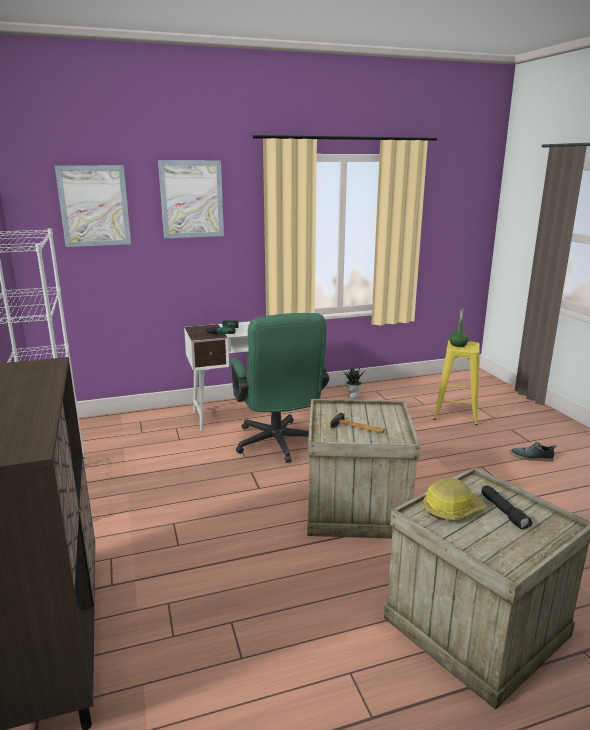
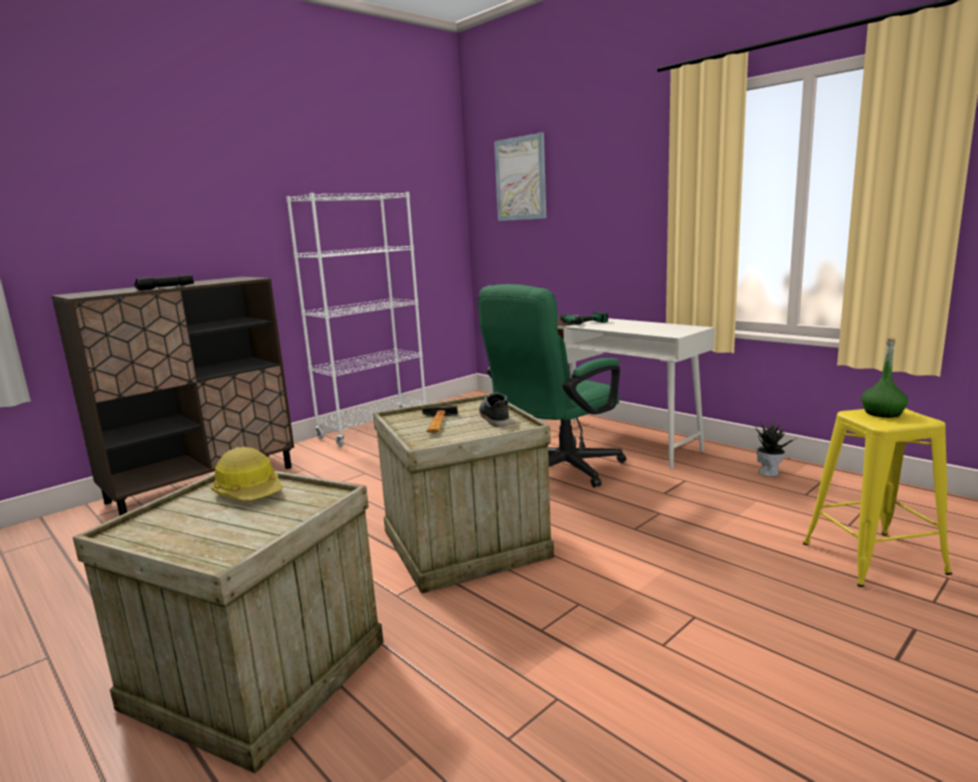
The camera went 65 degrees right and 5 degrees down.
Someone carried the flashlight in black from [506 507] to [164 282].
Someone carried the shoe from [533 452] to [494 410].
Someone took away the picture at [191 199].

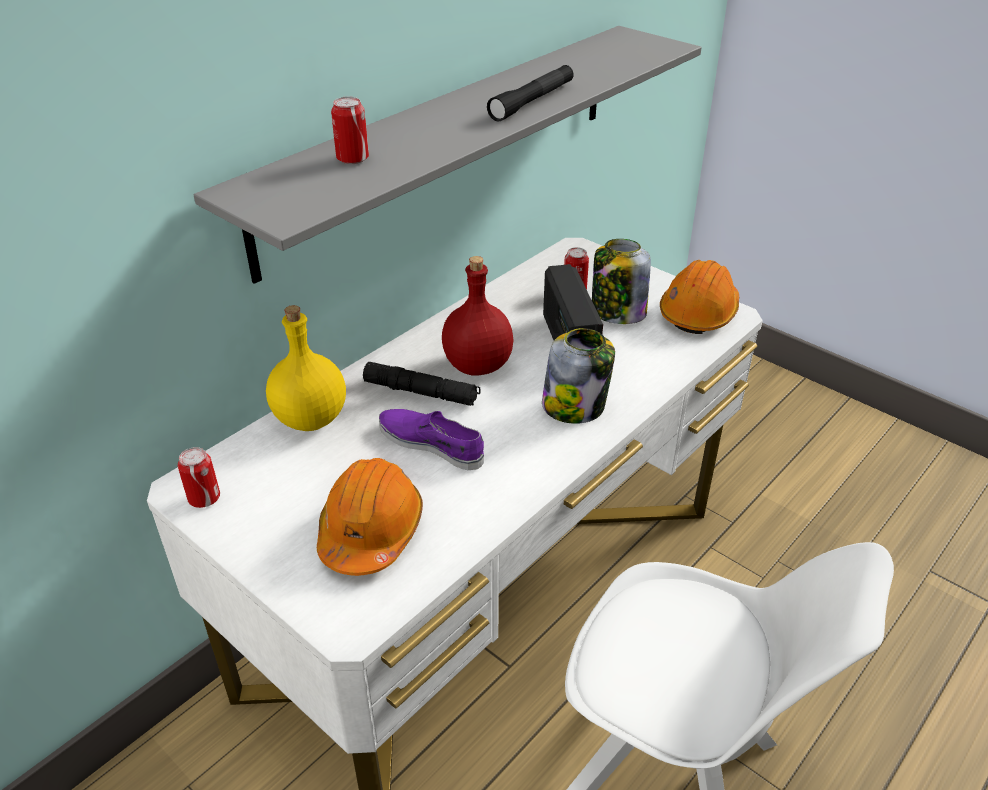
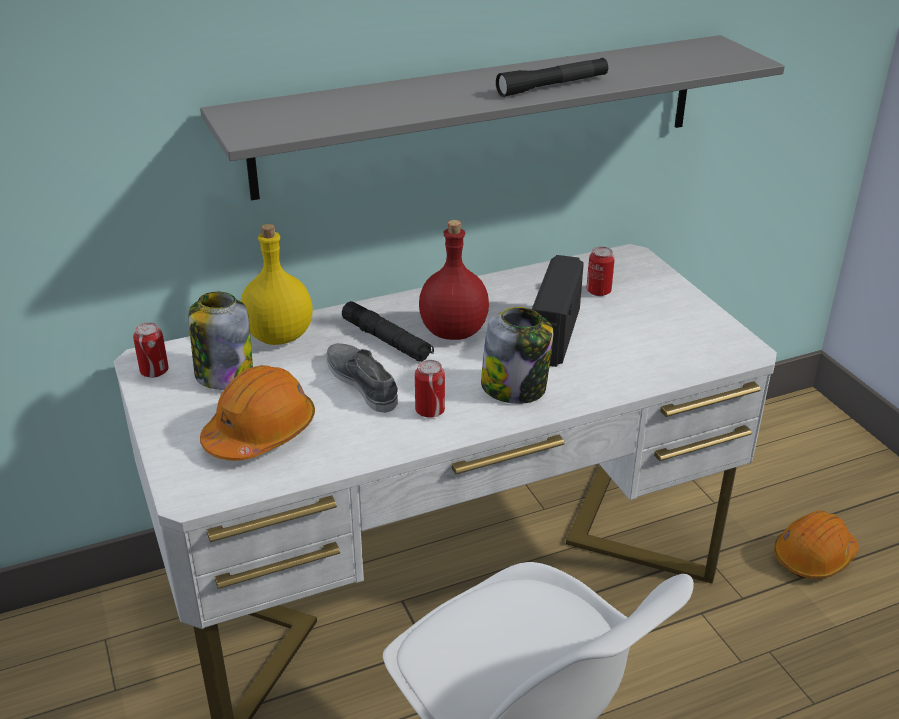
The camera went 25 degrees right and 5 degrees down.
Someone carried the jar from [621 281] to [221 341].
Someone repainted the shoe in purple at [431 439], which became the shoe in grey at [362 378].
Someone carried the can from [350 130] to [430 389].
Someone carried the hard hat in orange from [699 297] to [816 545].

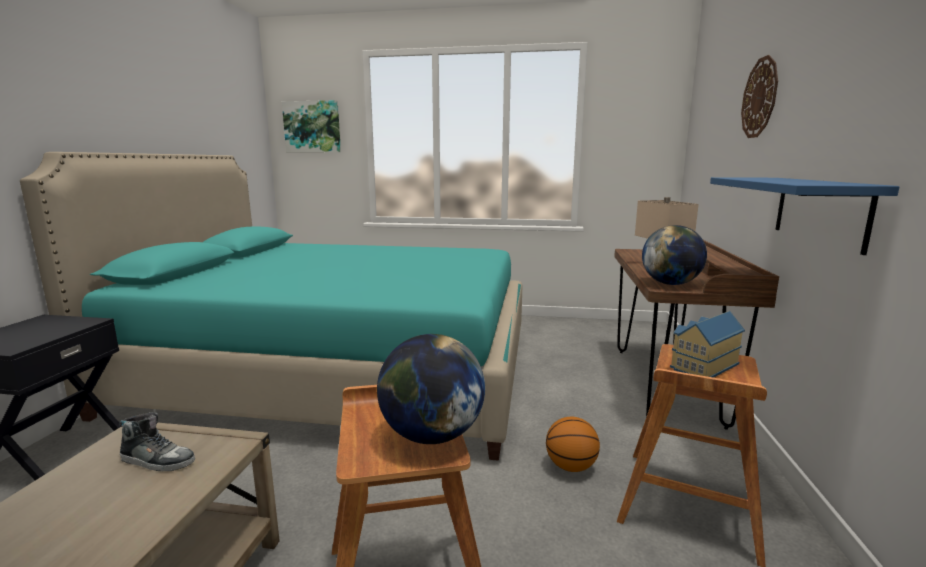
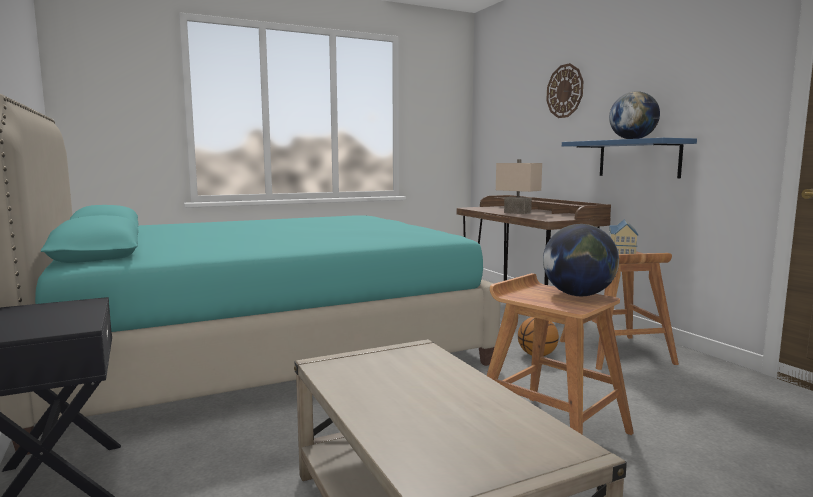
The camera went 35 degrees left and 5 degrees down.
Someone carried the globe from [674 255] to [634 115].
Someone took away the shoe at [157 441].
Someone took away the picture at [311 126].

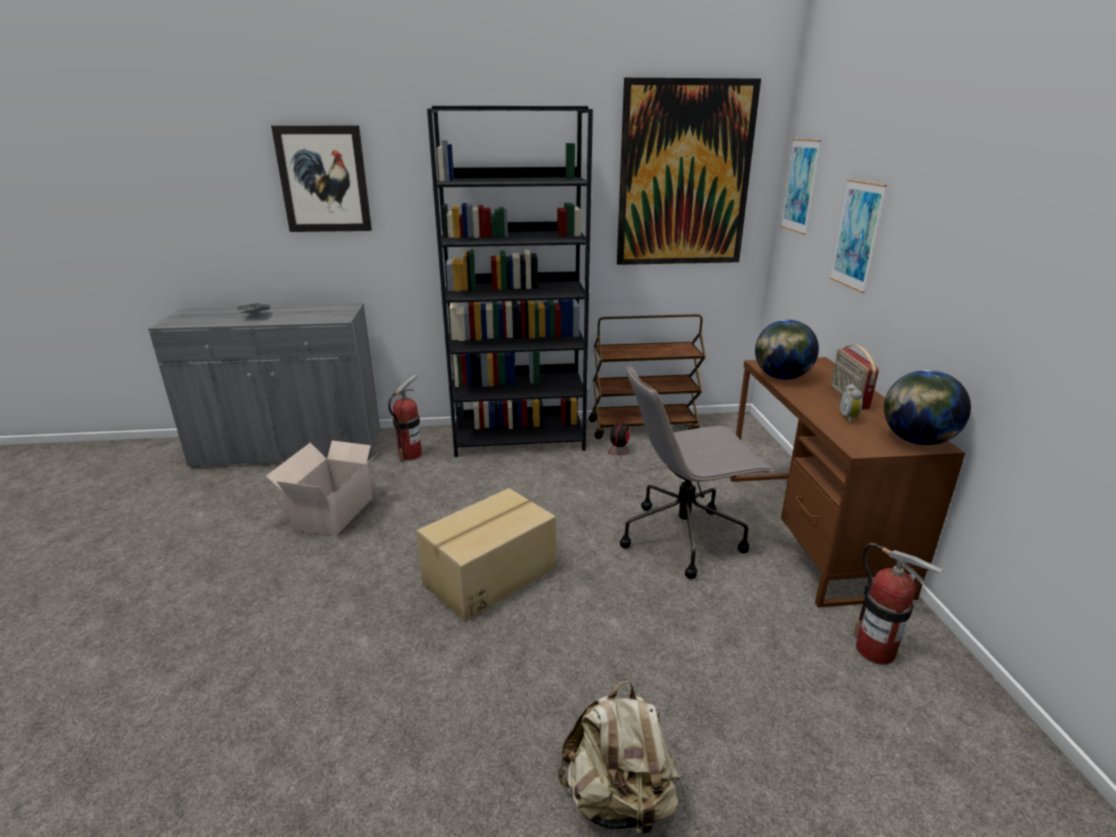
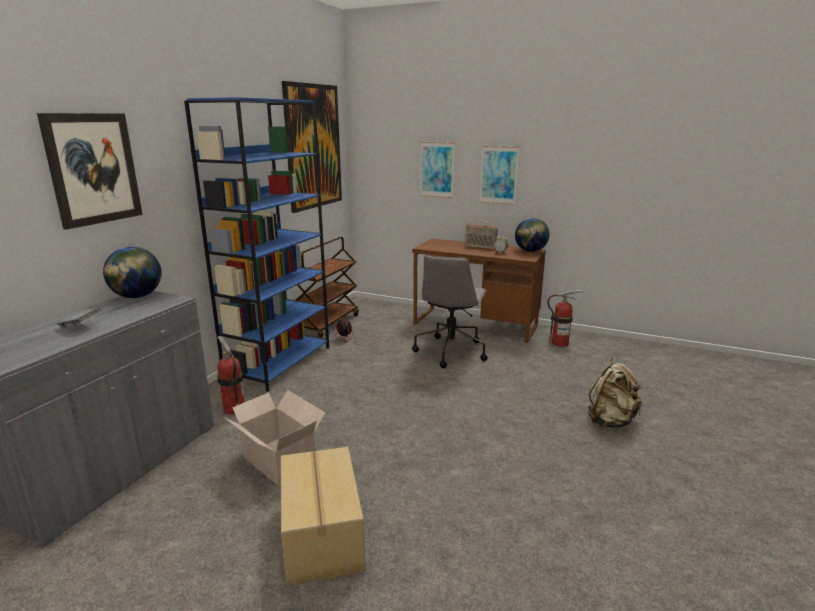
The camera went 60 degrees left and 5 degrees down.
Someone carried the globe from [787 350] to [132 272].
Someone repainted the bookcase in black at [510 281], which became the bookcase in blue at [256 244].
Someone carried the cardboard box from [486 554] to [323 516].
Someone carried the picture from [800 187] to [499 175].

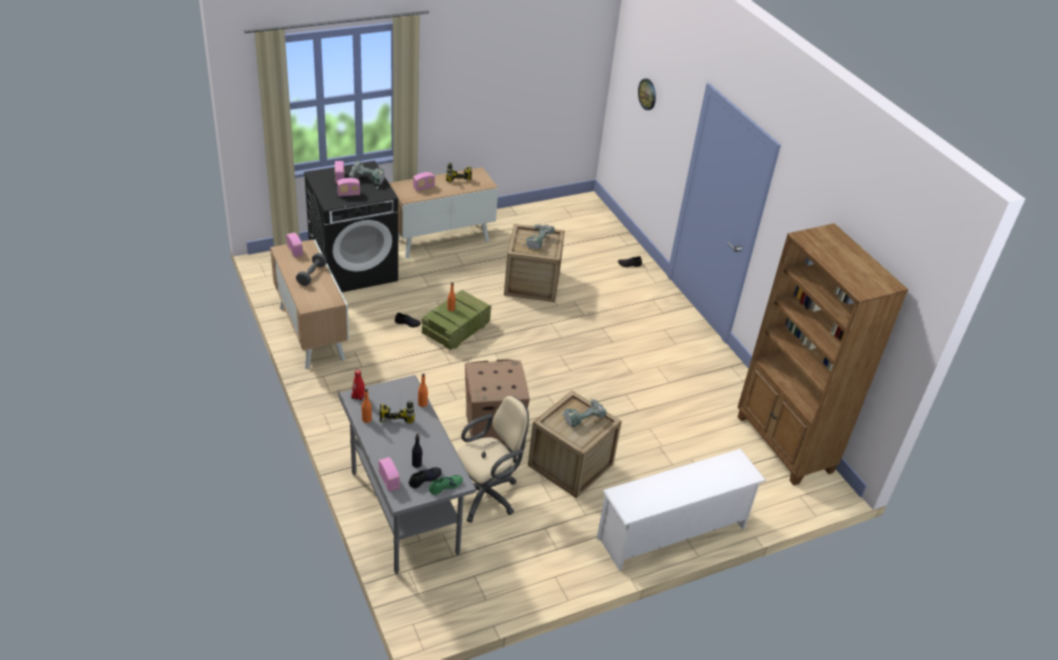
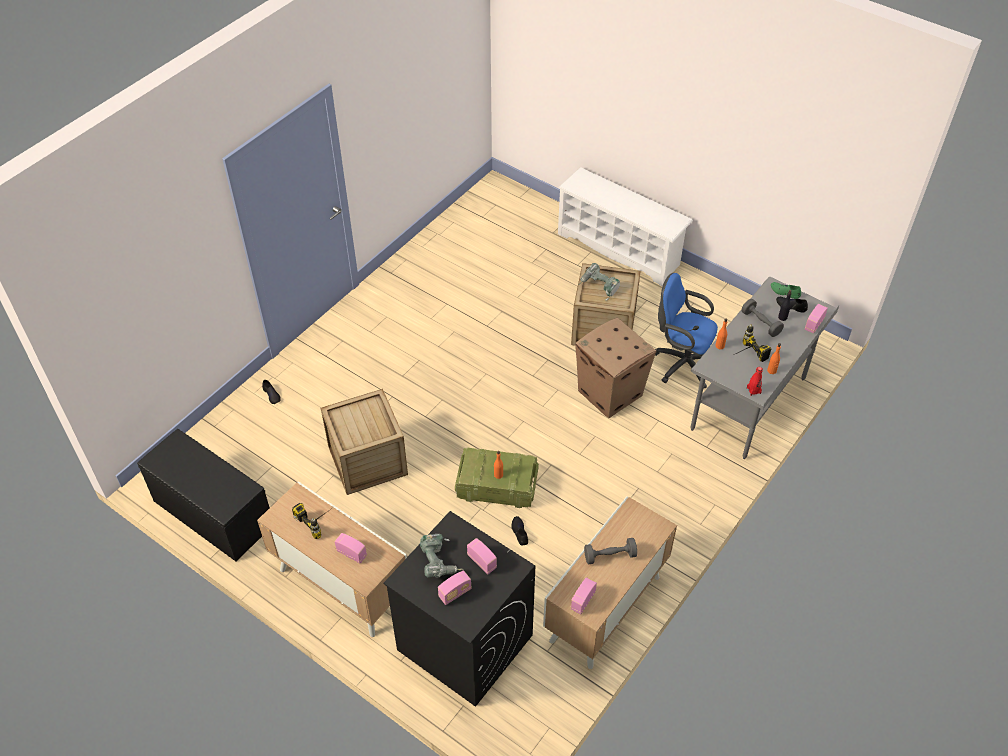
The camera went 115 degrees left and 10 degrees up.
Someone put down the bench in black at [203 495].
Someone repainted the office chair in beige at [493 459], which became the office chair in blue at [686 331].
Someone put down the dumbbell in grey at [763 318].
Someone took away the power drill at [538 236].
Someone took away the wall clock at [647 94].
Someone took away the bookcase in brown at [822 354].

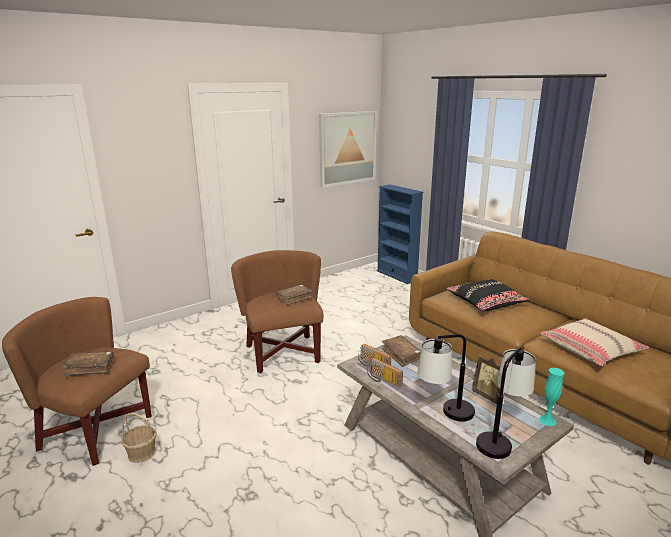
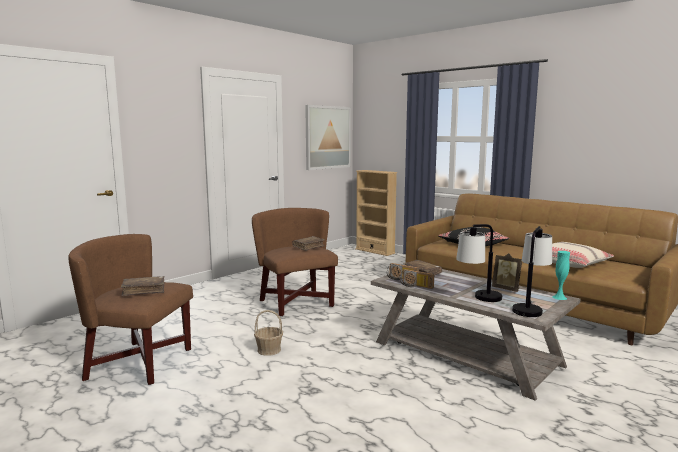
The camera went 10 degrees left and 10 degrees down.
Someone carried the basket from [138 438] to [268 333].
Someone repainted the bookcase in blue at [399 234], which became the bookcase in beige at [376 213].

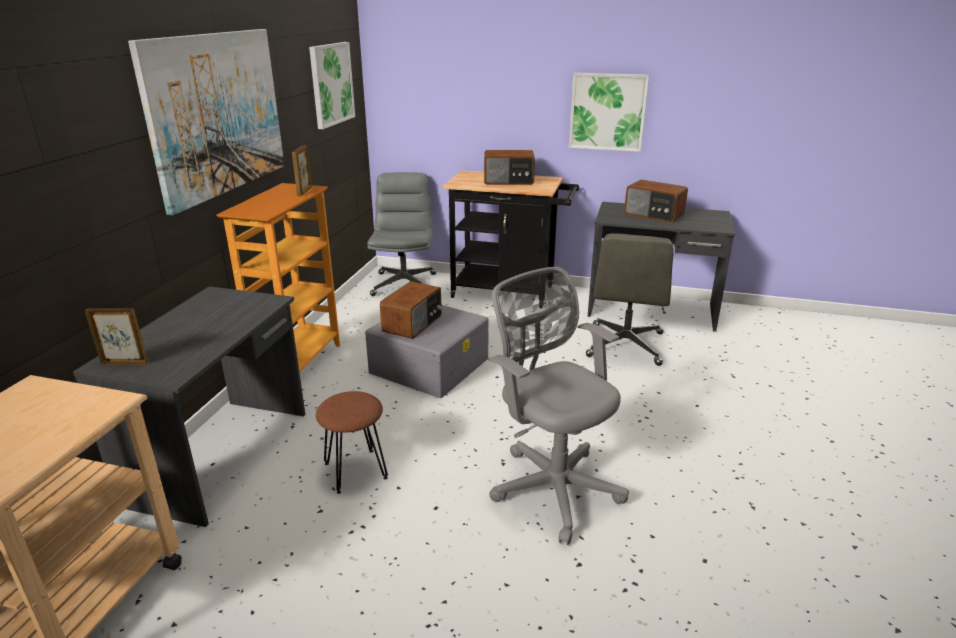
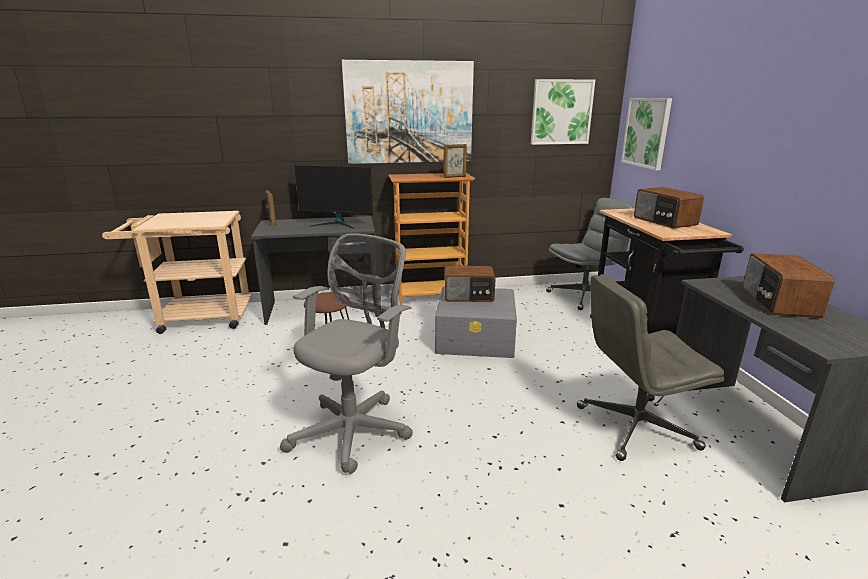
The camera went 65 degrees right and 5 degrees down.
Someone put down the monitor at [333 197].
Someone carried the picture from [609 112] to [646 134].

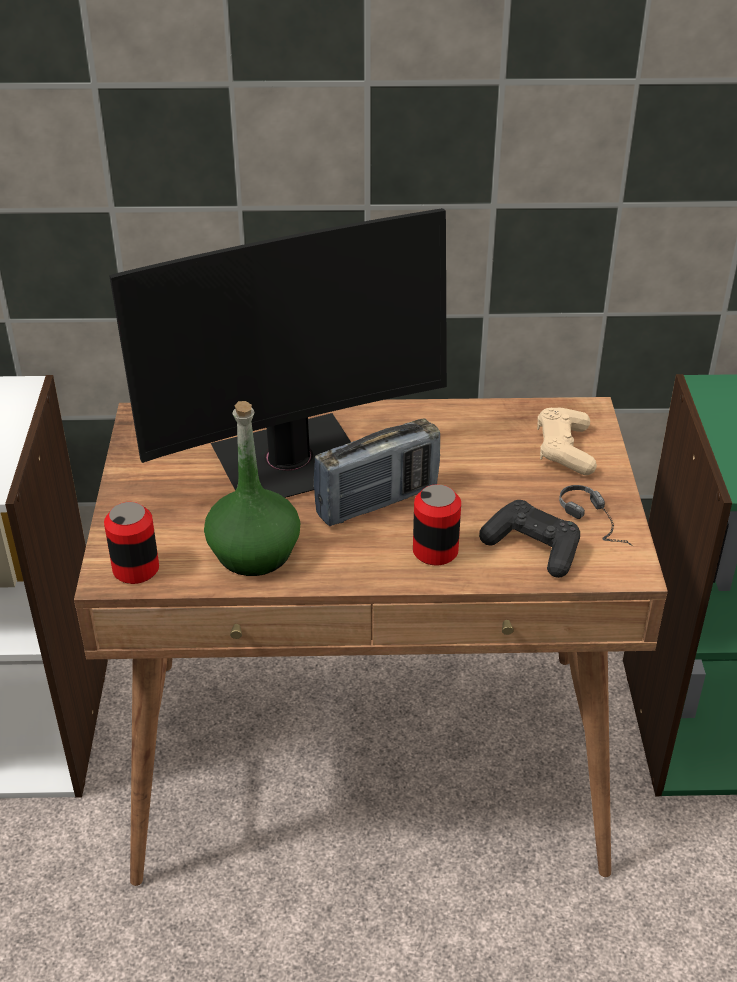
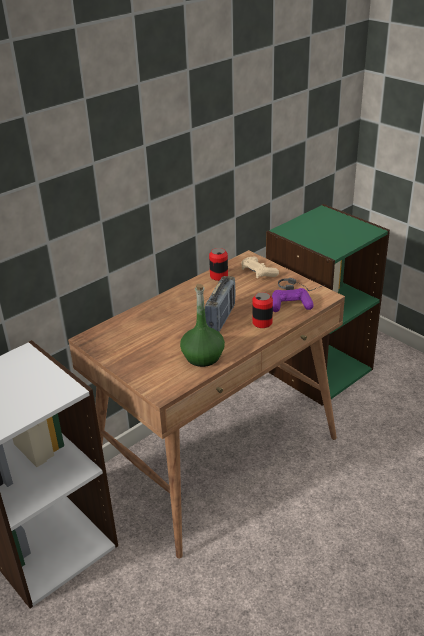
The camera went 40 degrees left and 5 degrees down.
Someone carried the can from [131 543] to [218 264].
Someone repainted the game controller in black at [529 539], which became the game controller in purple at [293 300].
Someone took away the monitor at [278 353].

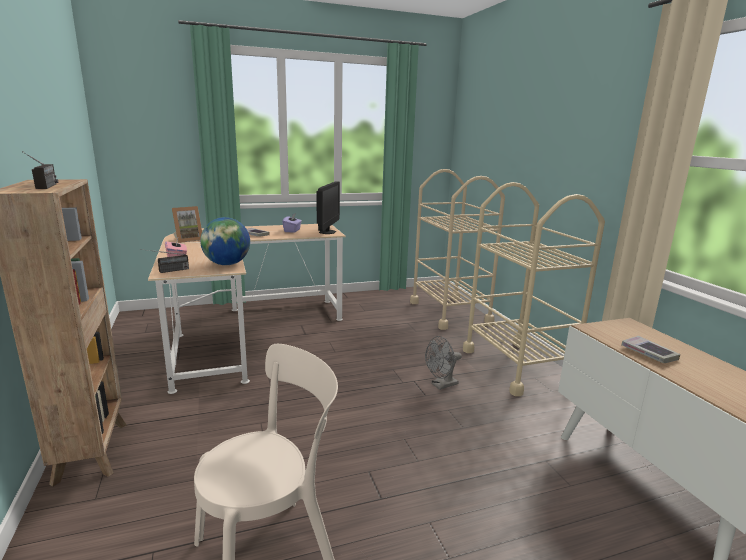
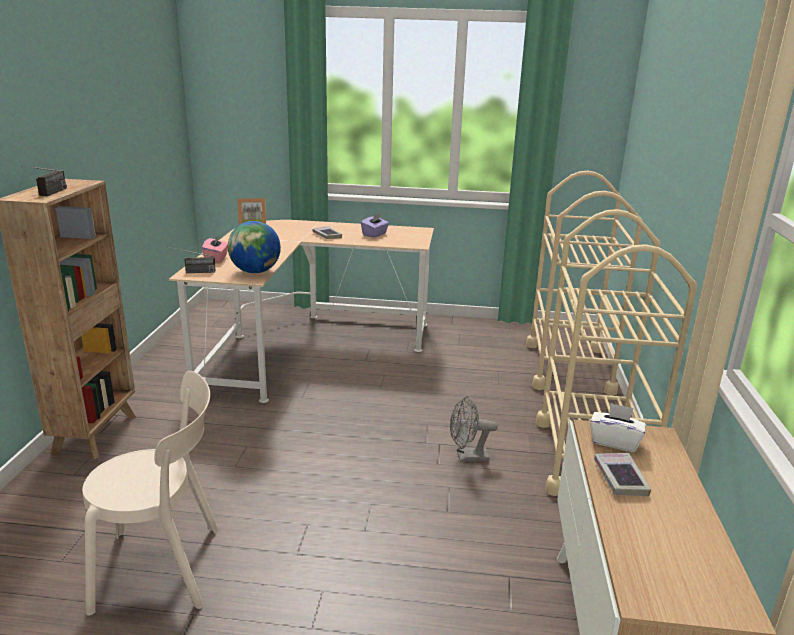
The camera went 25 degrees right and 5 degrees up.
Someone put down the tissue box in white at [617 427].
Someone took away the monitor at [328 207].

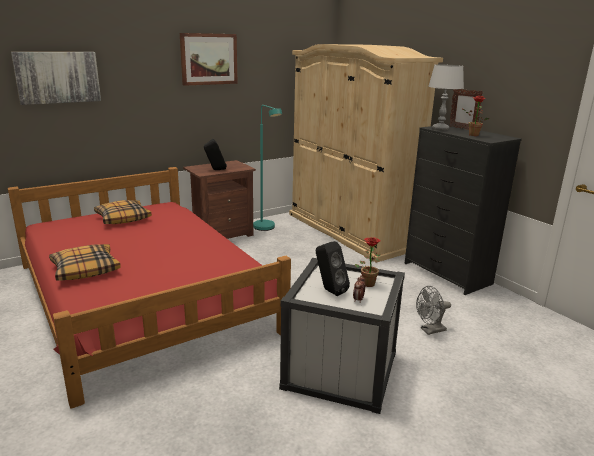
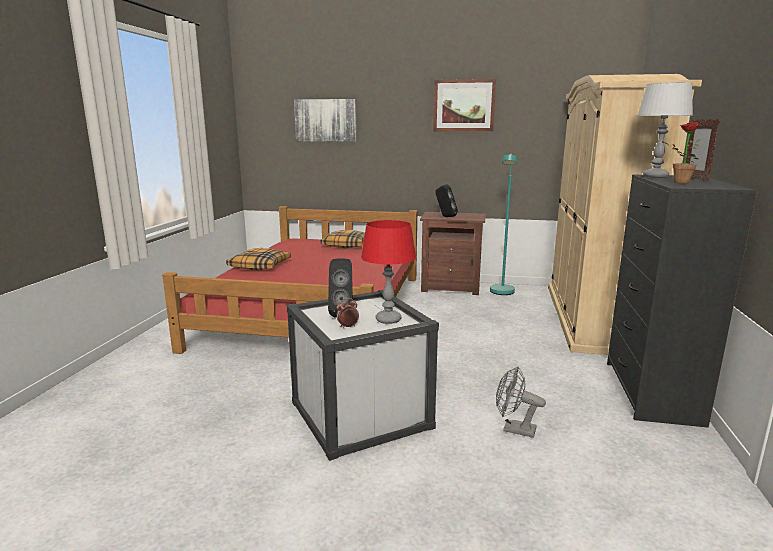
The camera went 45 degrees right and 5 degrees down.
Someone swapped the potted plant at [368 262] for the table lamp in red at [388 272].

